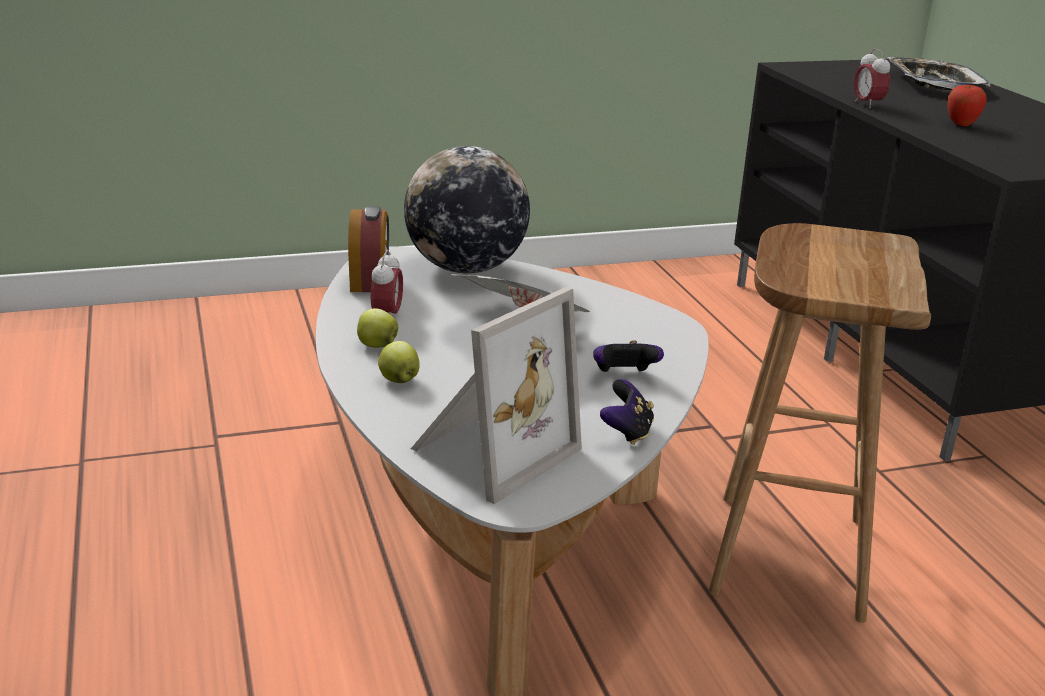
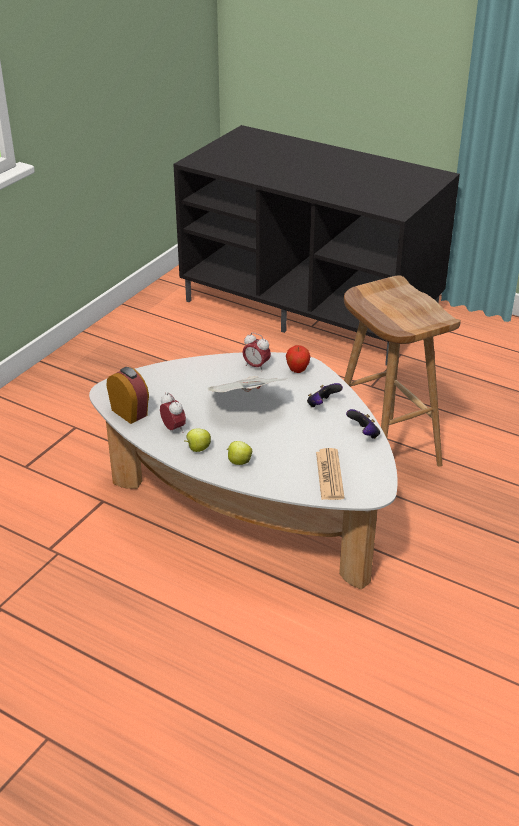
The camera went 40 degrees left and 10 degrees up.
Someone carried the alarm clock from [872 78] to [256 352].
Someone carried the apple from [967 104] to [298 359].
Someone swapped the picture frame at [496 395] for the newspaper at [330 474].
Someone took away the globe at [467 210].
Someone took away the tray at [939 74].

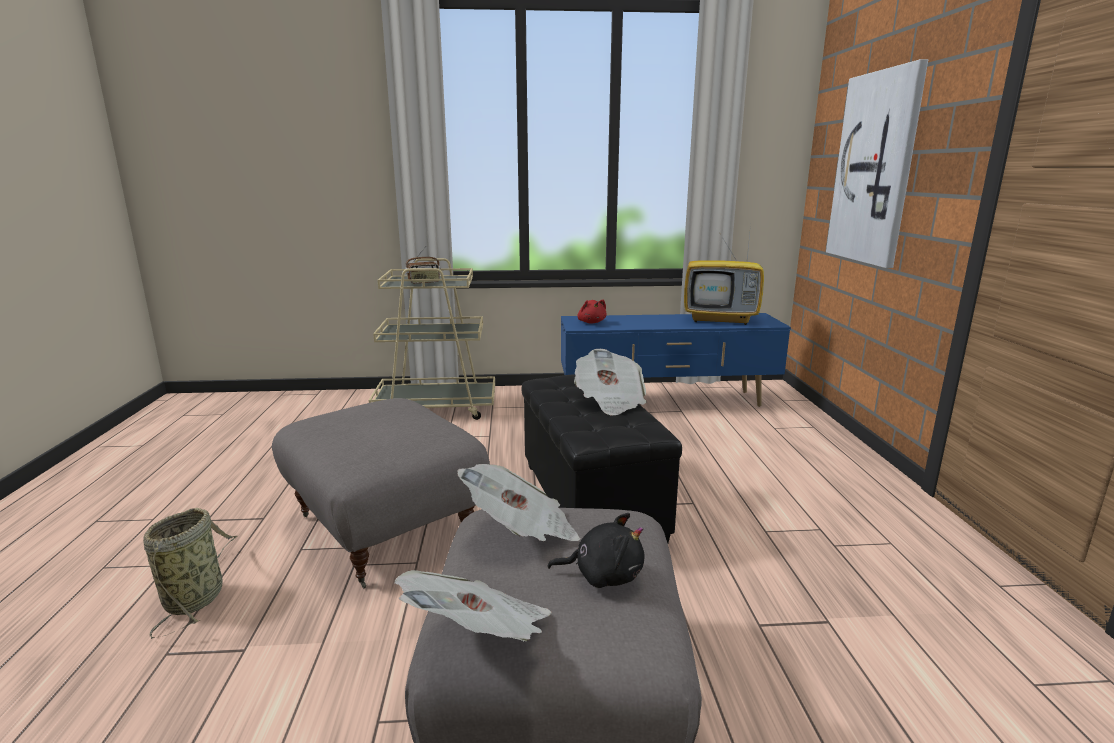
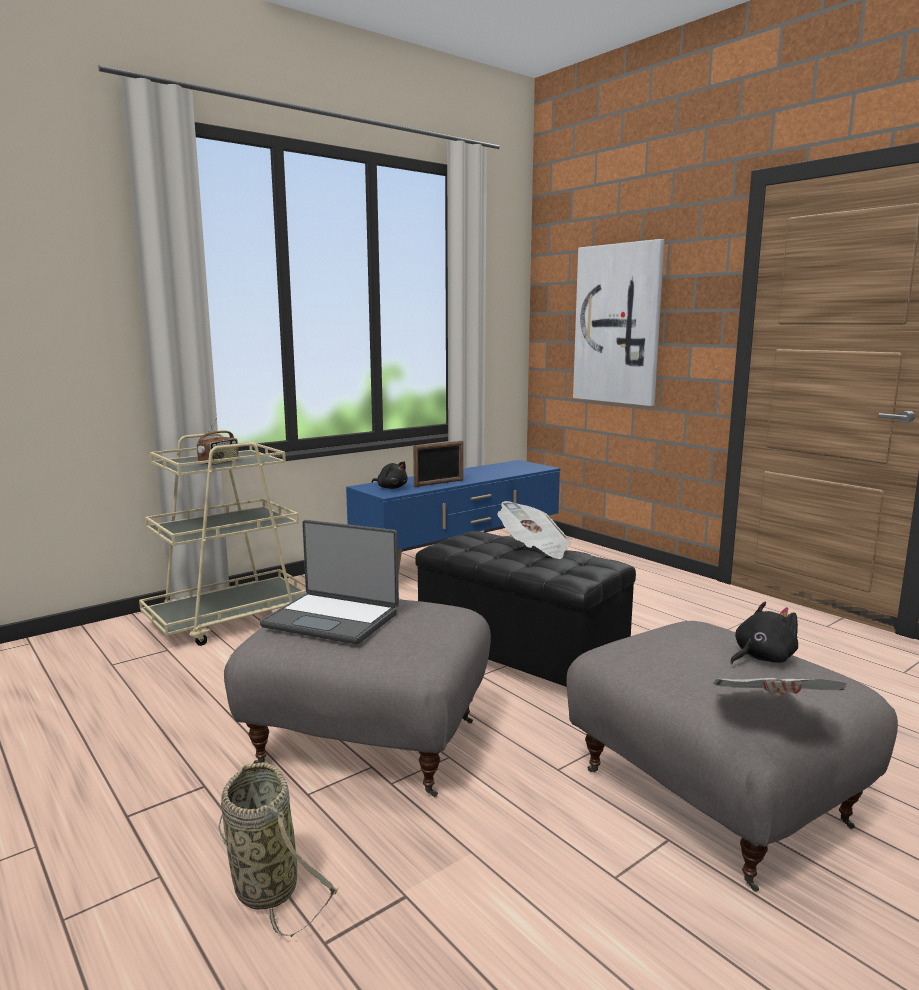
The camera went 35 degrees left and 5 degrees down.
Someone put down the laptop at [329 582].
Someone repainted the plush toy in red at [592 311], which became the plush toy in black at [390 475].
Someone put down the picture frame at [438 464].
Someone took away the newspaper at [519 502].
Someone took away the television at [724 274].

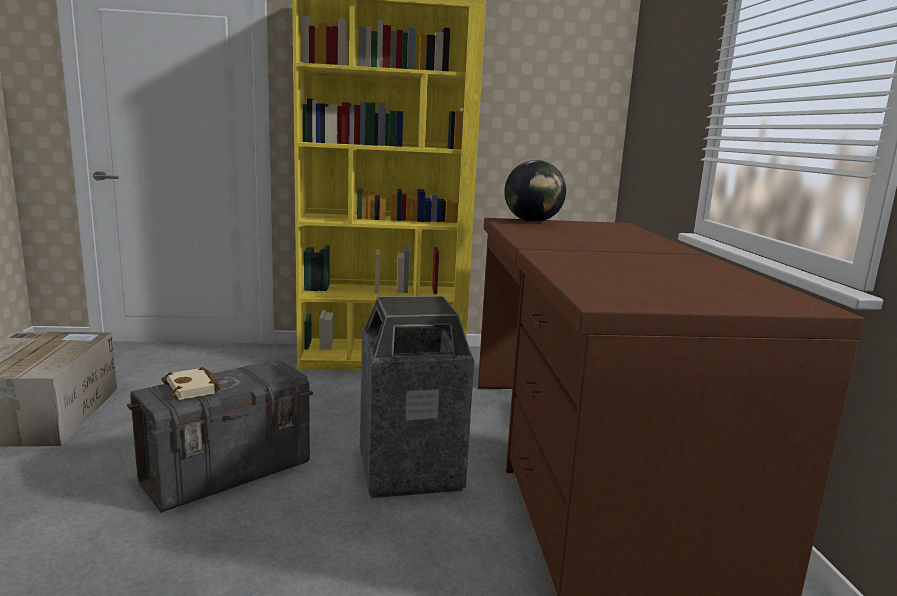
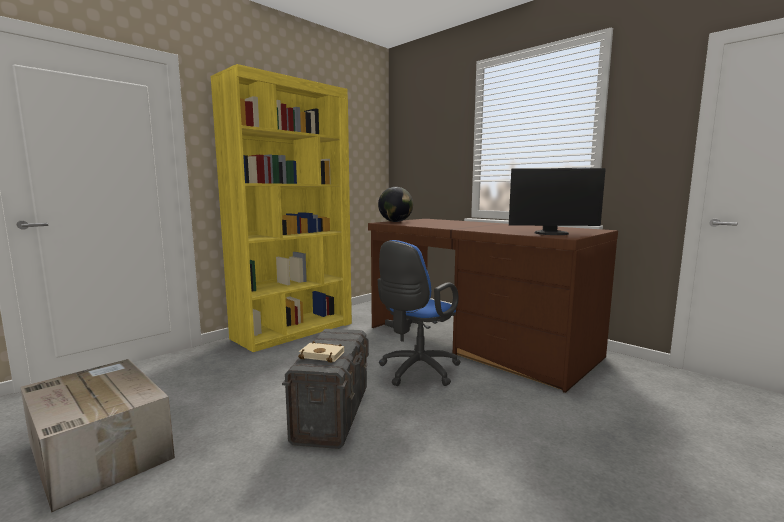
The camera went 40 degrees left and 5 degrees down.
Someone swapped the trash can at [417 397] for the office chair in blue at [419 313].
Someone put down the monitor at [557 201].

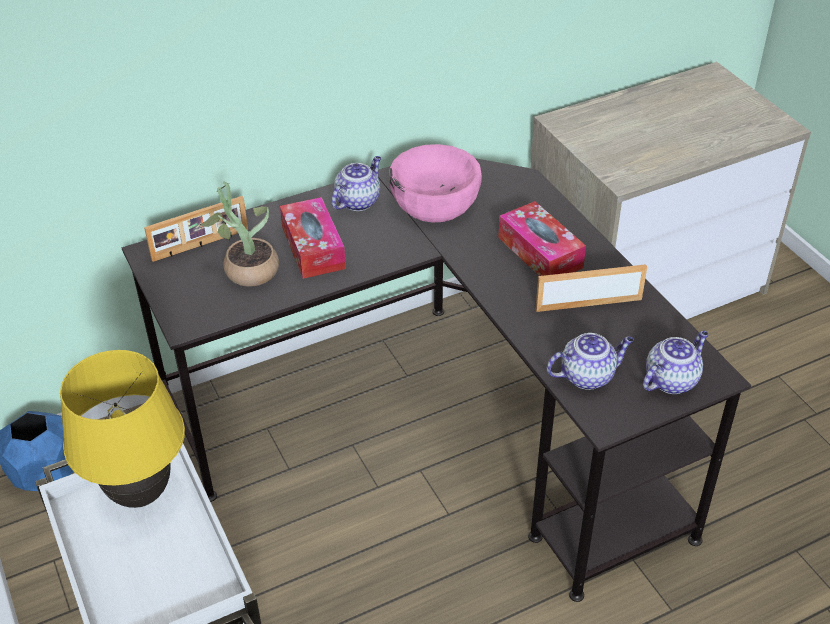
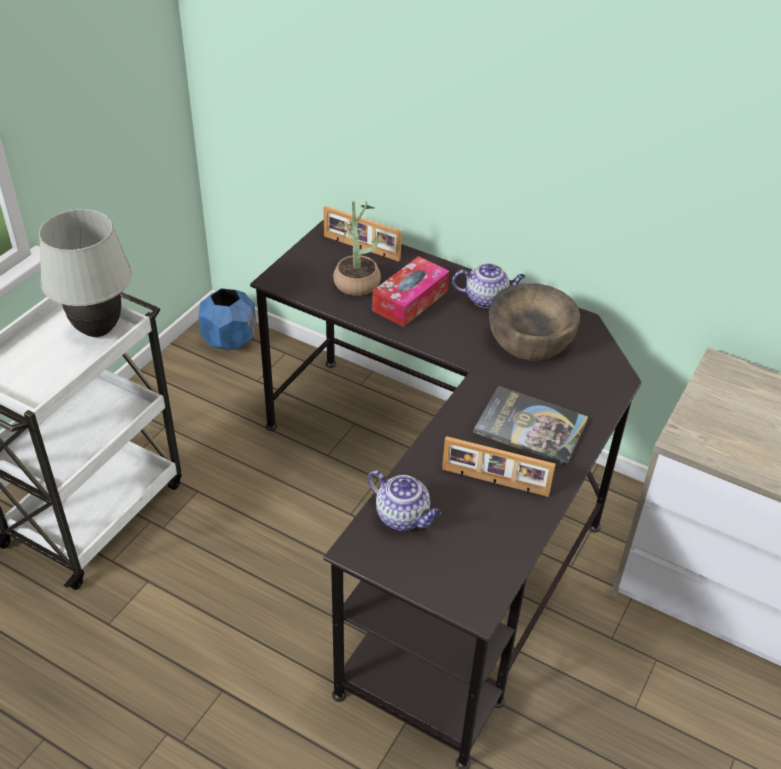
The camera went 55 degrees right and 0 degrees up.
Someone repainted the table lamp in yellow at [122 429], which became the table lamp in white at [85 273].
Someone rotated the picture frame at [591 288] by 150 degrees clockwise.
Someone swapped the tissue box at [542 238] for the book at [530 426].
Someone repainted the bowl in pink at [435 183], which became the bowl in brown at [534 322].
Someone took away the teapot at [675 362].

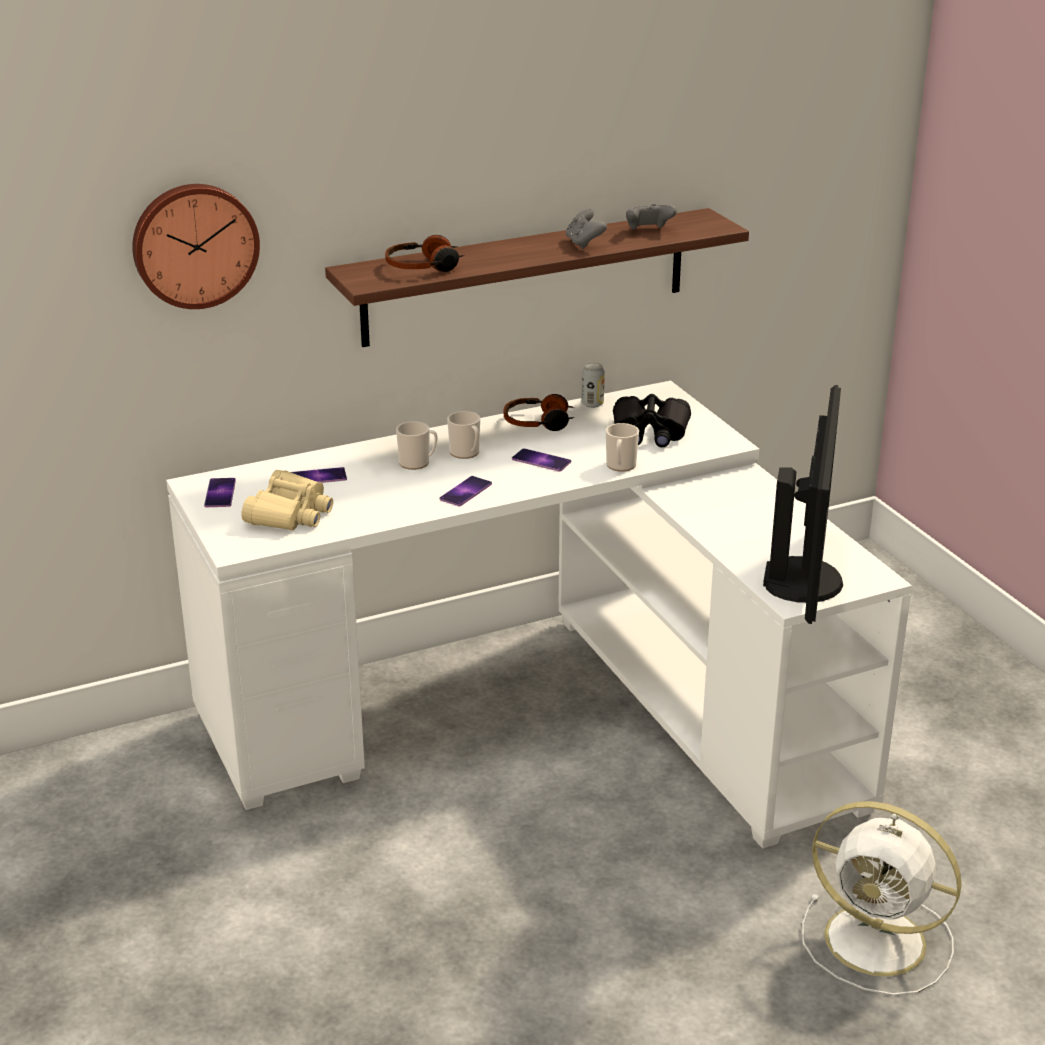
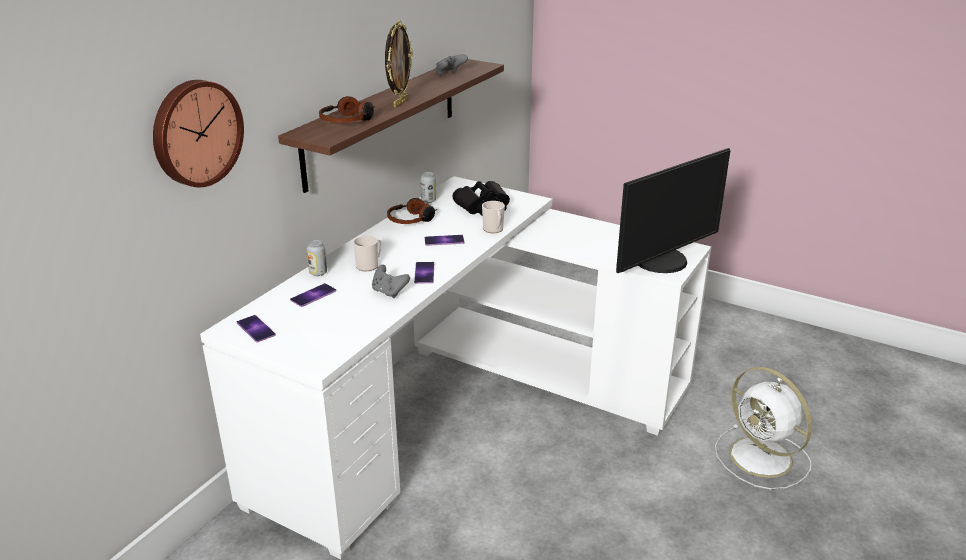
The camera went 35 degrees left and 0 degrees up.
Someone put down the can at [316 258].
Someone carried the game controller in grey from [586 229] to [391 281].
Someone put down the picture frame at [399 64].
Someone rotated the monitor at [803 504] by 75 degrees clockwise.
Someone rotated the fan in white at [882 898] by 60 degrees clockwise.
Someone took away the binoculars in beige at [287 500].
Someone took away the mug at [463 435].

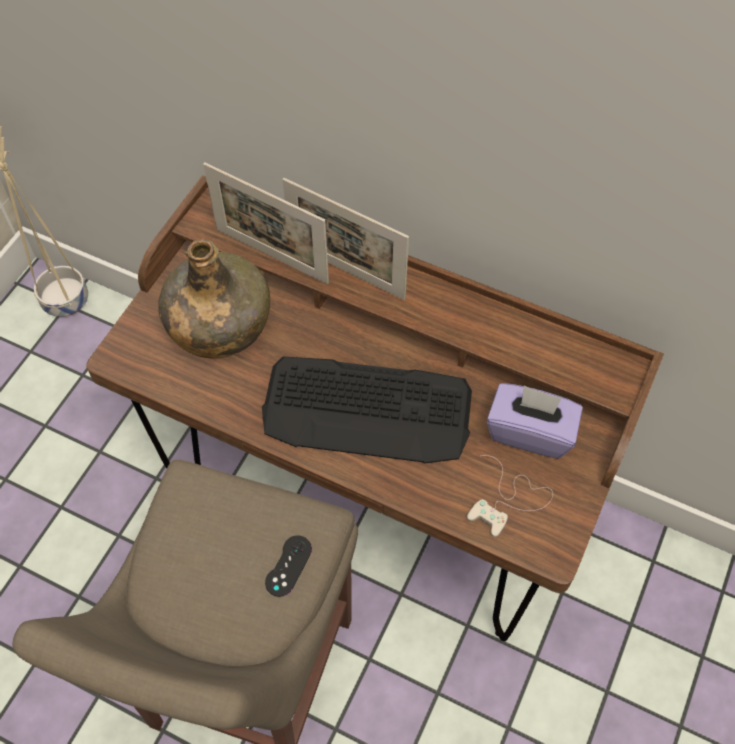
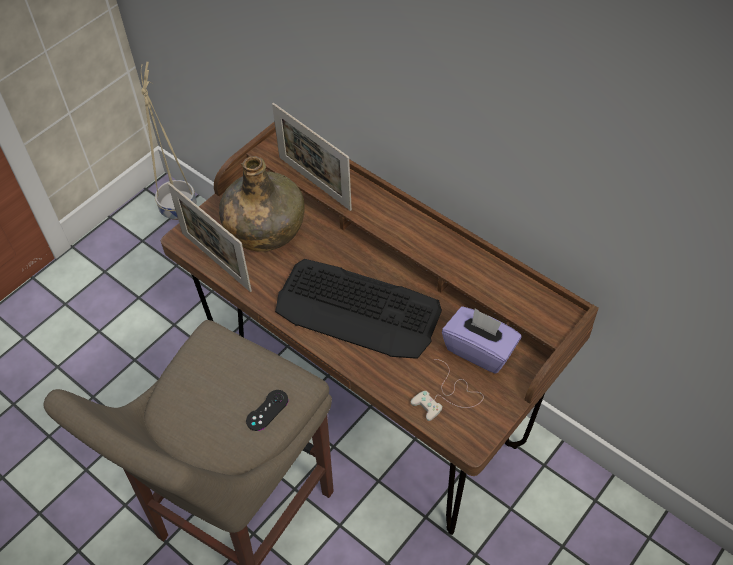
The camera went 15 degrees right and 5 degrees down.
Someone carried the picture frame from [346 239] to [210 237].

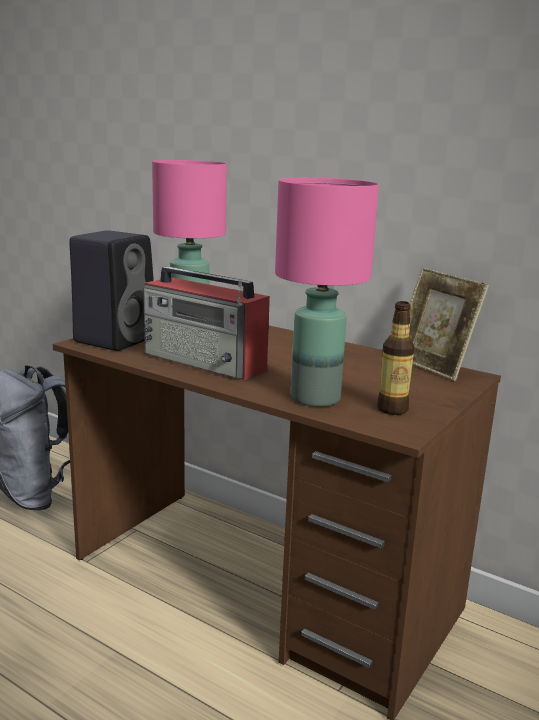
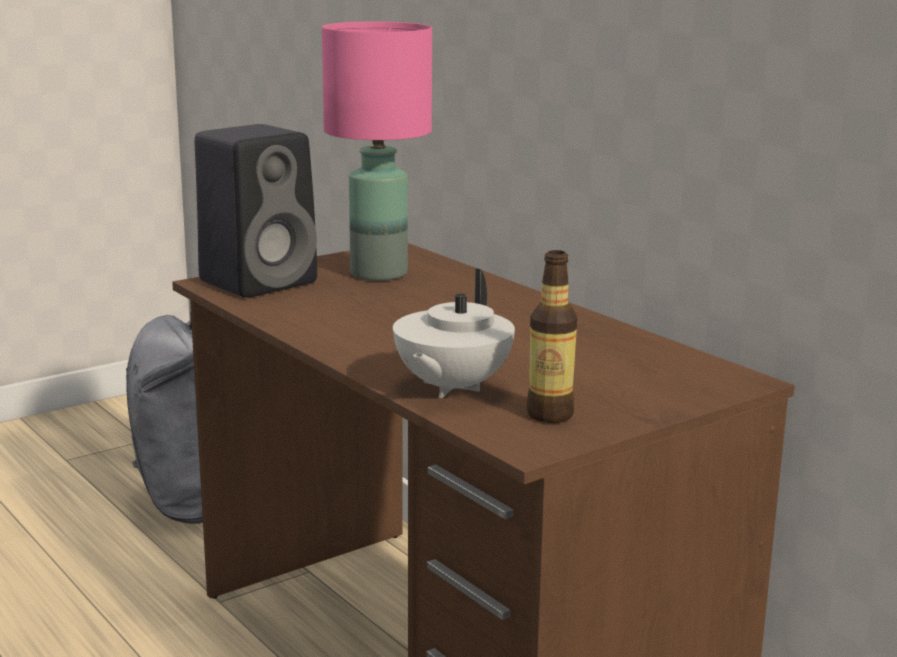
The camera went 20 degrees right and 0 degrees up.
Someone swapped the table lamp in pink at [327 292] for the teapot in white at [454 333].
Someone took away the radio at [206 323].
Someone took away the picture frame at [449 324].

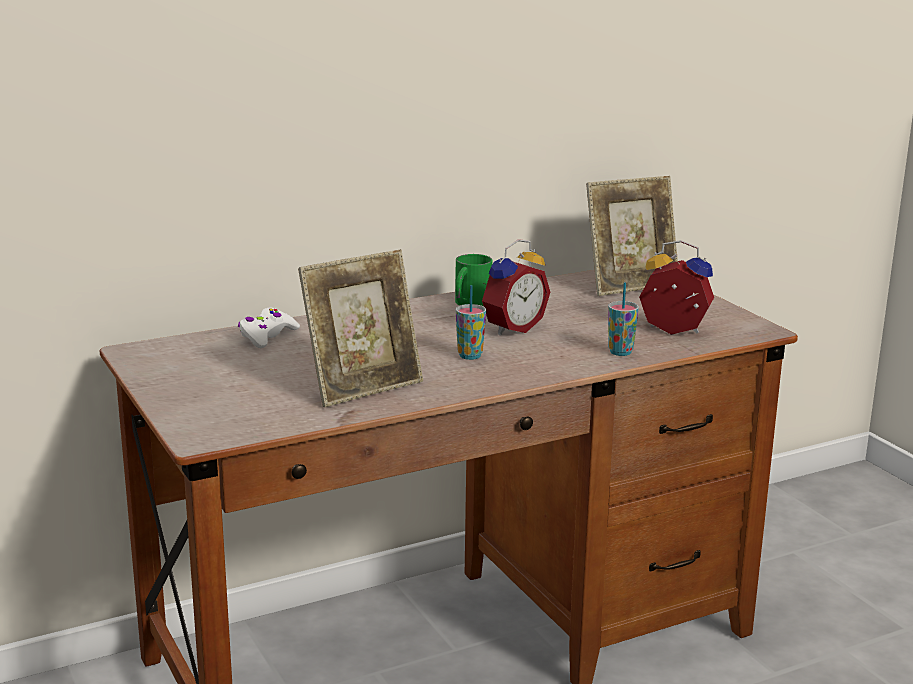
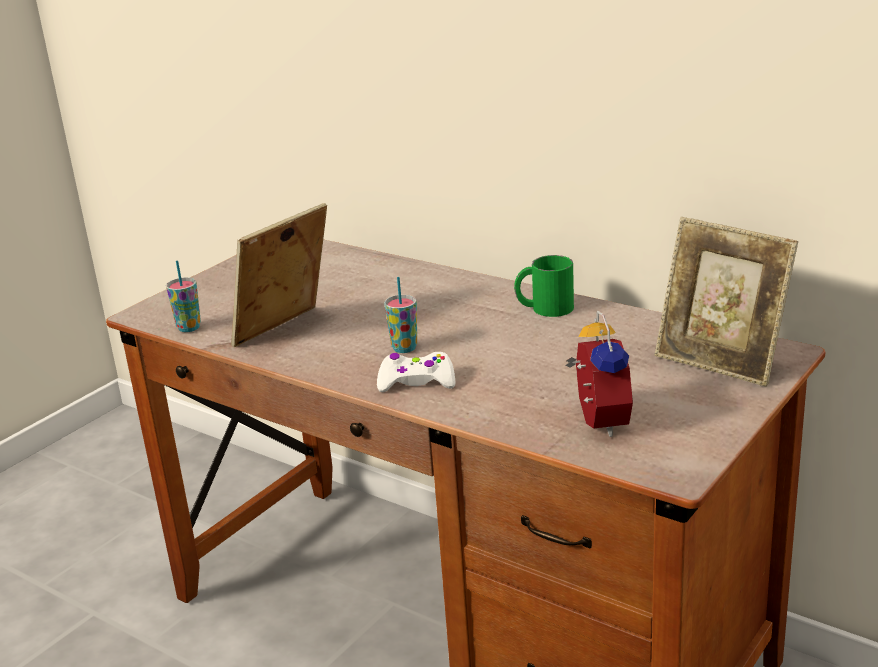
The camera went 65 degrees right and 5 degrees up.
Someone carried the cup from [623 319] to [183 296].
Someone rotated the picture frame at [360 328] by 105 degrees clockwise.
Someone carried the game controller in white from [269 327] to [416 372].
Someone took away the alarm clock at [516 287].

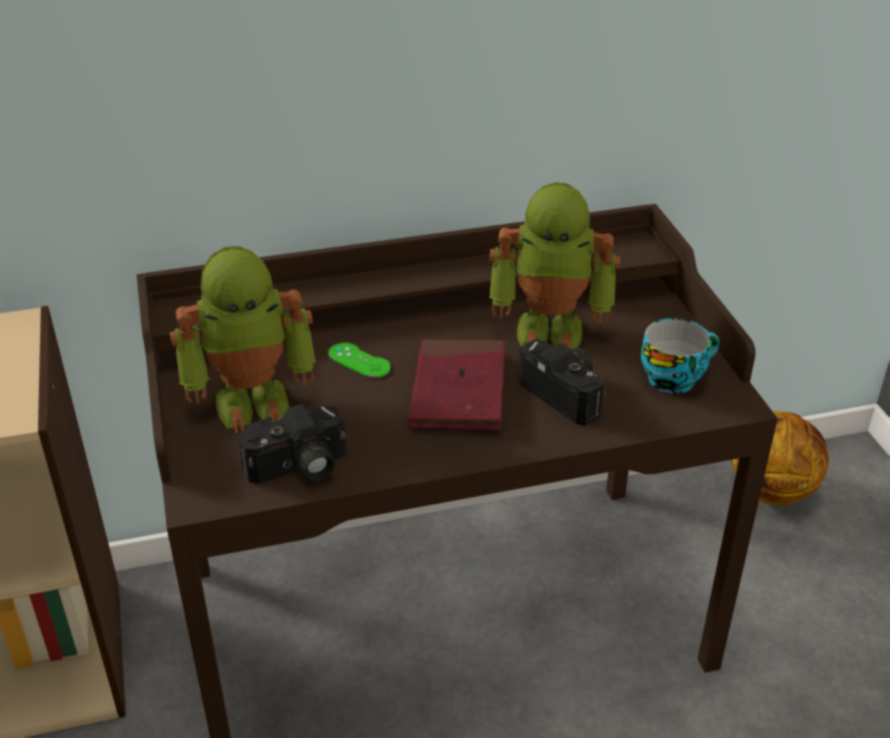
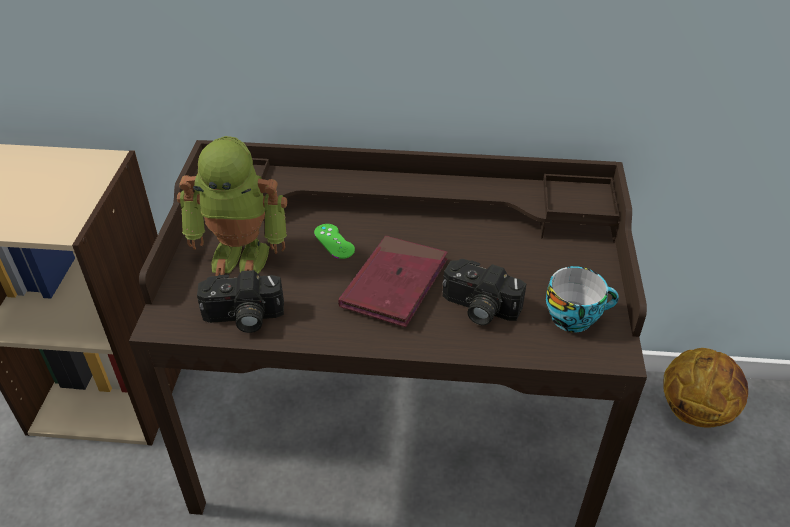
The camera went 20 degrees right and 5 degrees up.
Someone rotated the photo camera at [562 382] by 135 degrees clockwise.
Someone took away the toy robot at [554 265].

